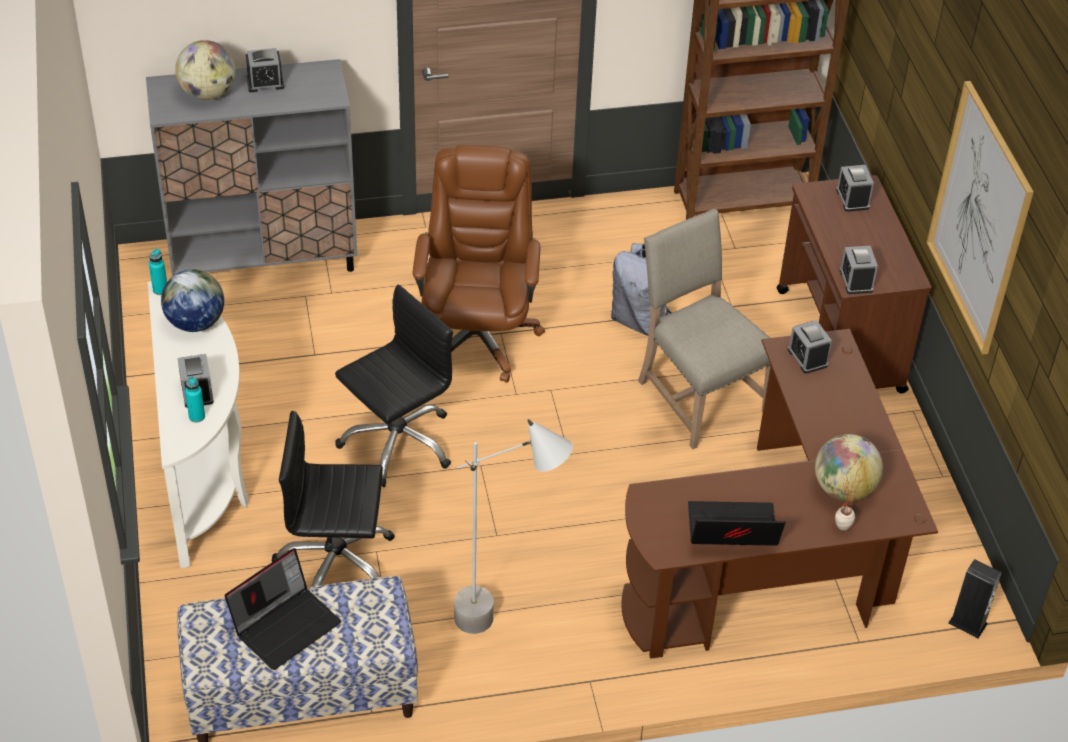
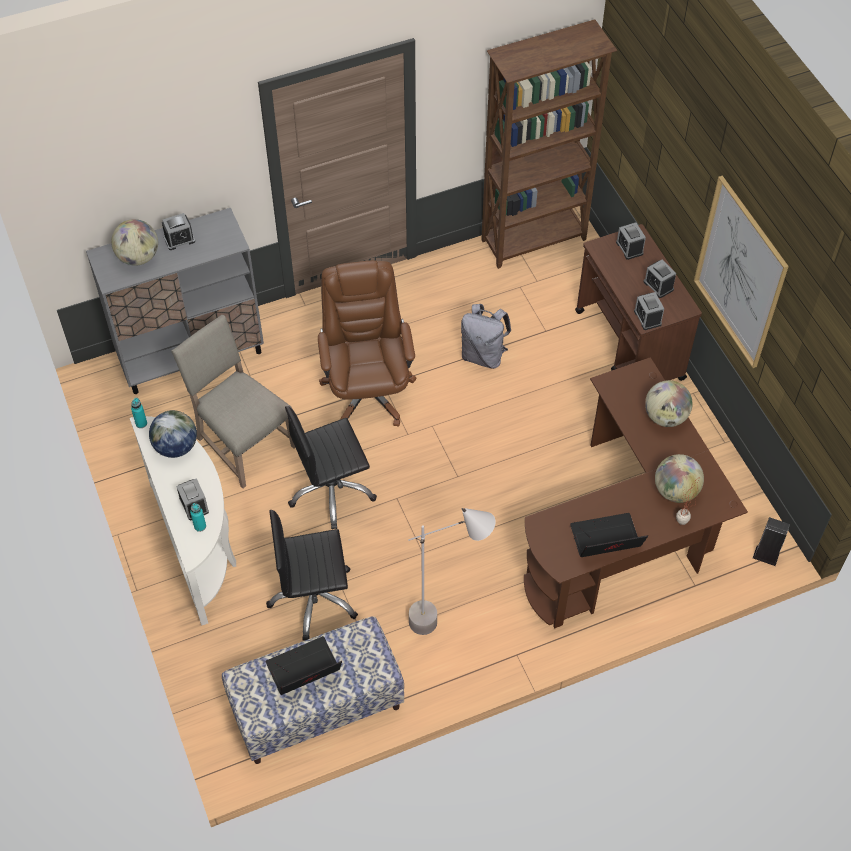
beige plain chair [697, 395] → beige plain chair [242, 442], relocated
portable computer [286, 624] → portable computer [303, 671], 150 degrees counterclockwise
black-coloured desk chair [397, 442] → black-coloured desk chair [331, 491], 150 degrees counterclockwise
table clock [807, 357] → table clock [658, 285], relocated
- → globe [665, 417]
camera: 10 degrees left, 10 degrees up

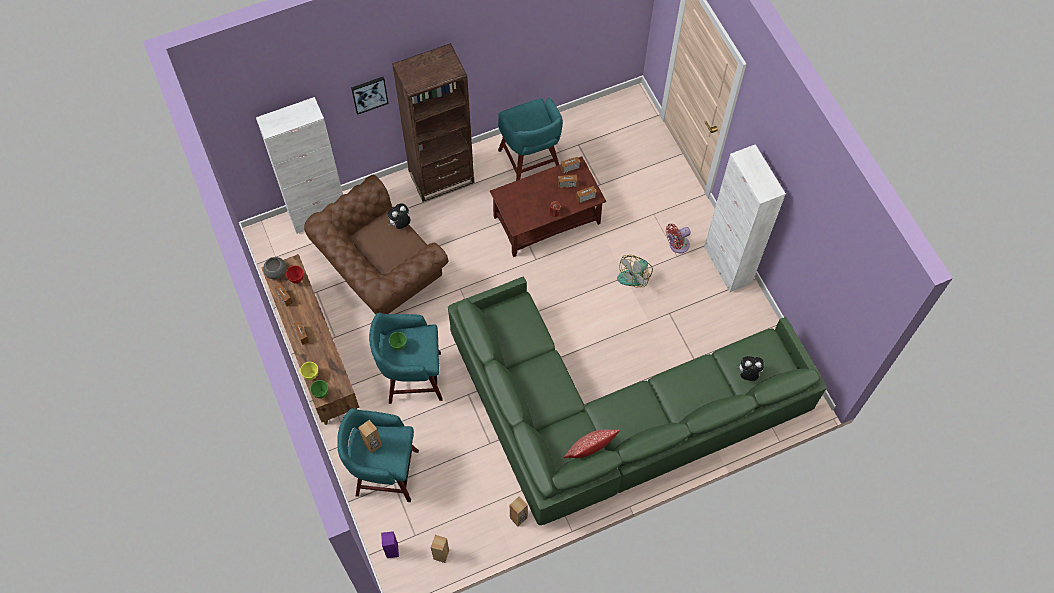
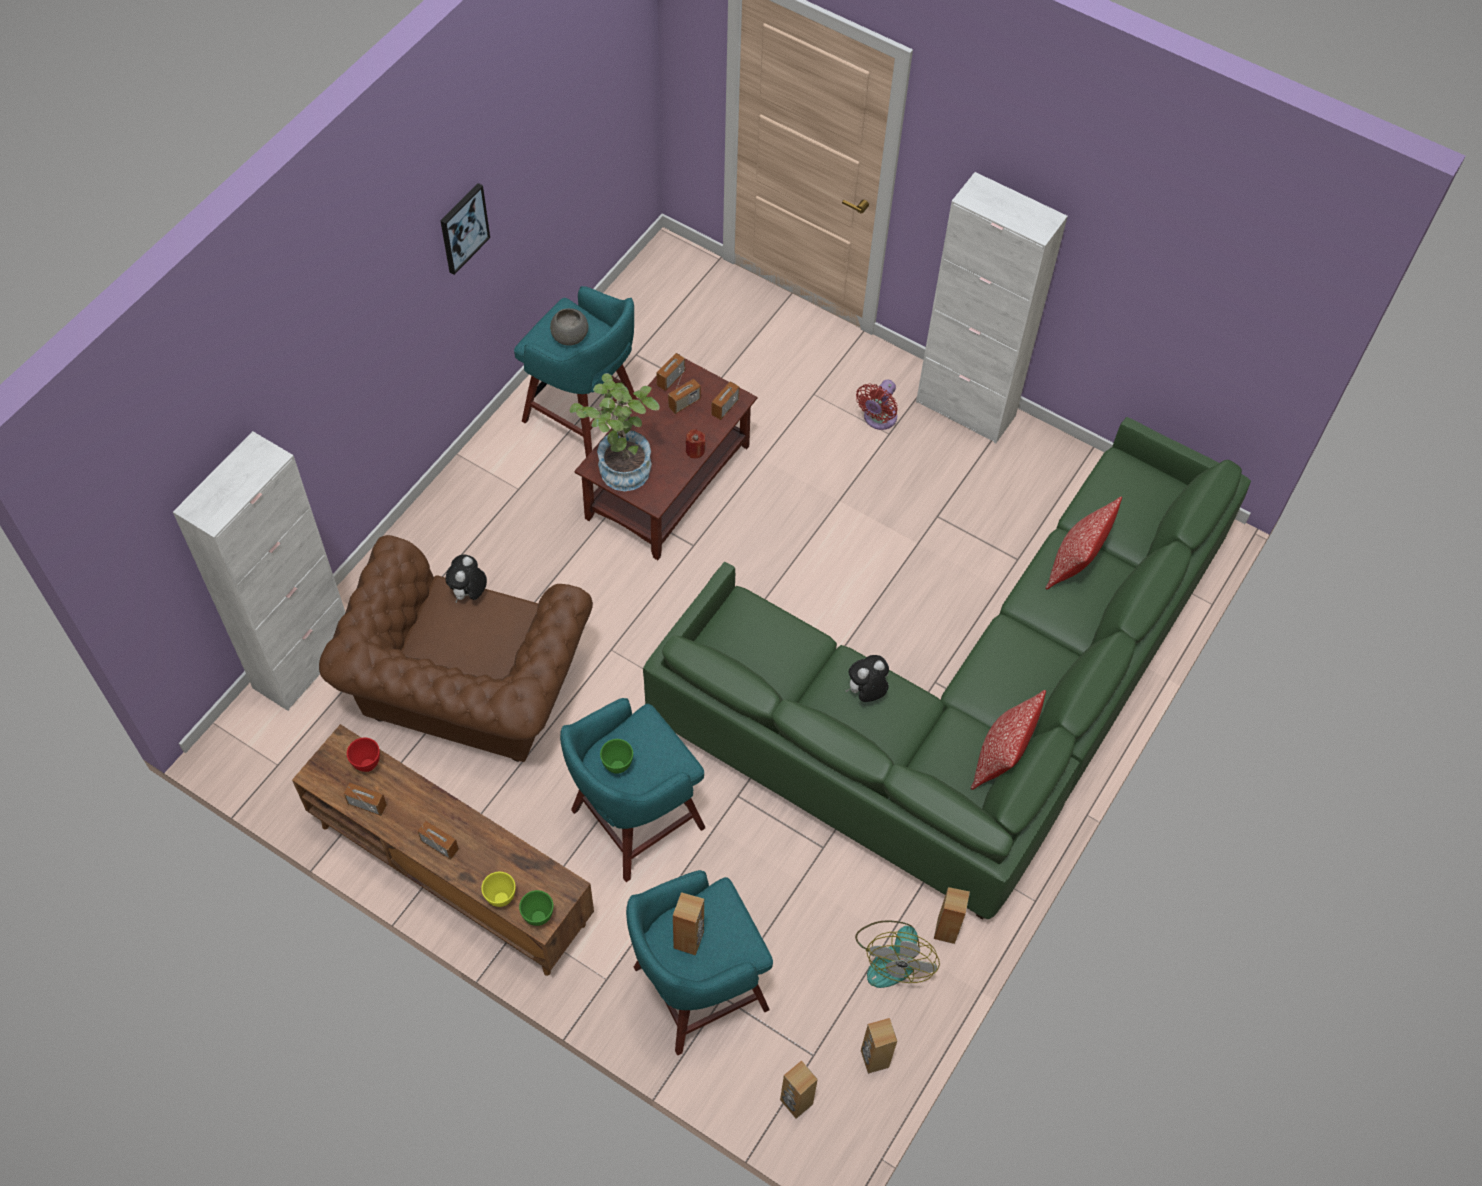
wall art [369, 94] → wall art [463, 228], relocated
greyish bowl [276, 272] → greyish bowl [569, 337], relocated
- → plant in a pot [620, 465]
purple-coloured audio speaker [392, 551] → brown-coloured audio speaker [796, 1102]
cuddly toy [748, 374] → cuddly toy [866, 692], relocated
cooling fan [635, 274] → cooling fan [893, 956], relocated
- → pillow [1075, 563]
brown-coloured shelving unit [441, 177] → -
camera: 35 degrees left, 5 degrees down

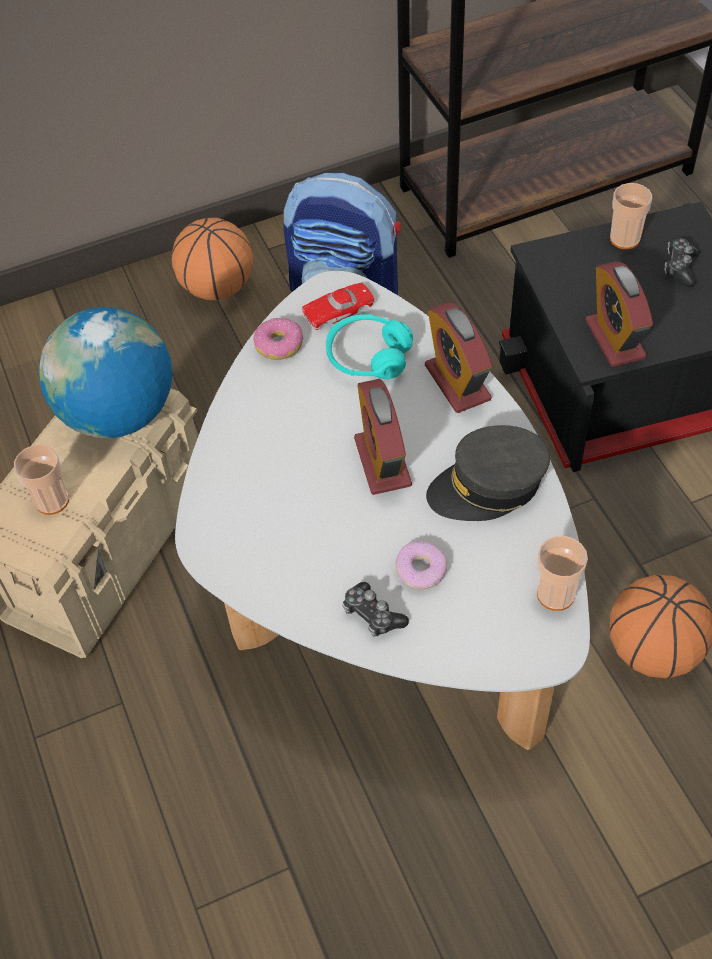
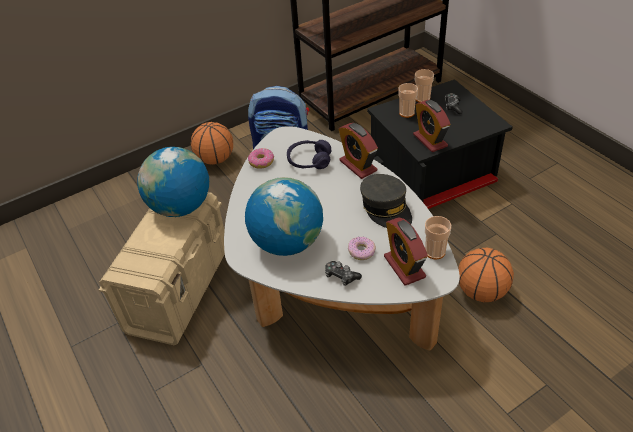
- → globe [287, 242]
blue-green headphones [368, 357] → purple-coloured headphones [309, 161]
greyish cap [488, 486] → greyish cap [386, 209], 90 degrees counterclockwise
table clock [382, 462] → table clock [404, 267], relocated
drinking cup [52, 500] → drinking cup [406, 113], relocated
reddish model car [338, 310] → -
camera: 10 degrees left, 10 degrees down

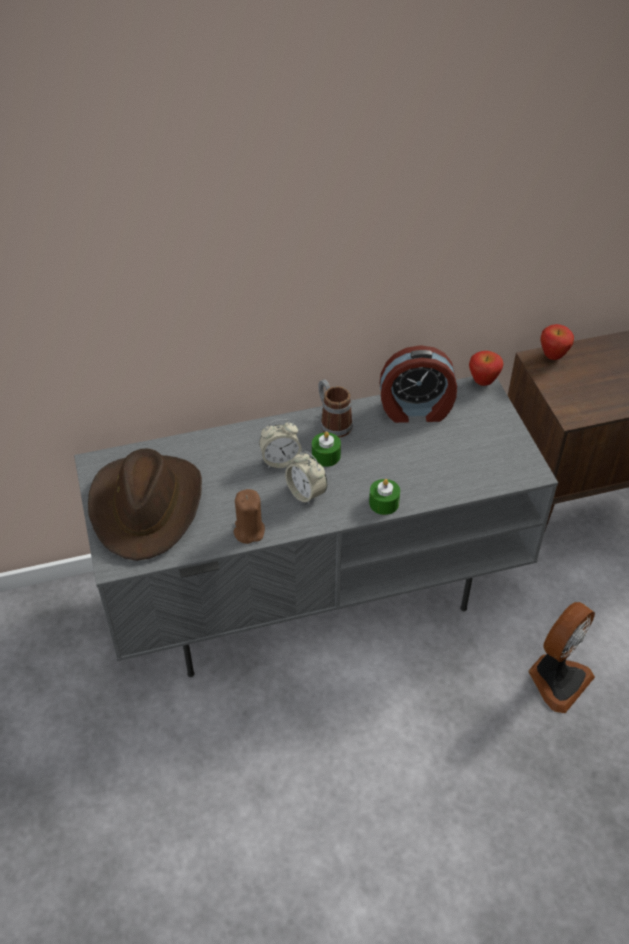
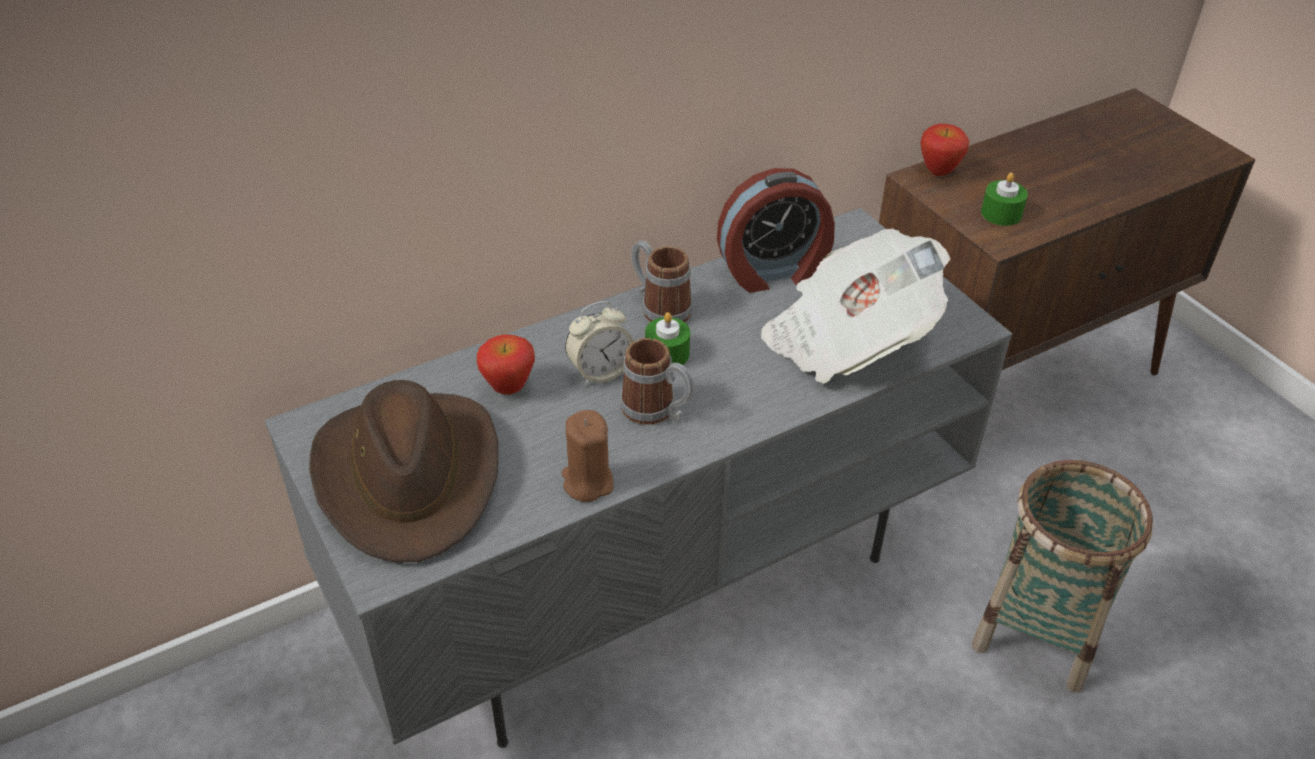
whole apple [483, 382] → whole apple [508, 388], relocated
table clock [306, 493] → mug [657, 411]
- → printed paper [848, 339]
cooling fan [557, 679] → basket [1038, 630]
green-coloured wax candle [384, 503] → green-coloured wax candle [1001, 213], relocated
camera: 15 degrees left, 5 degrees down

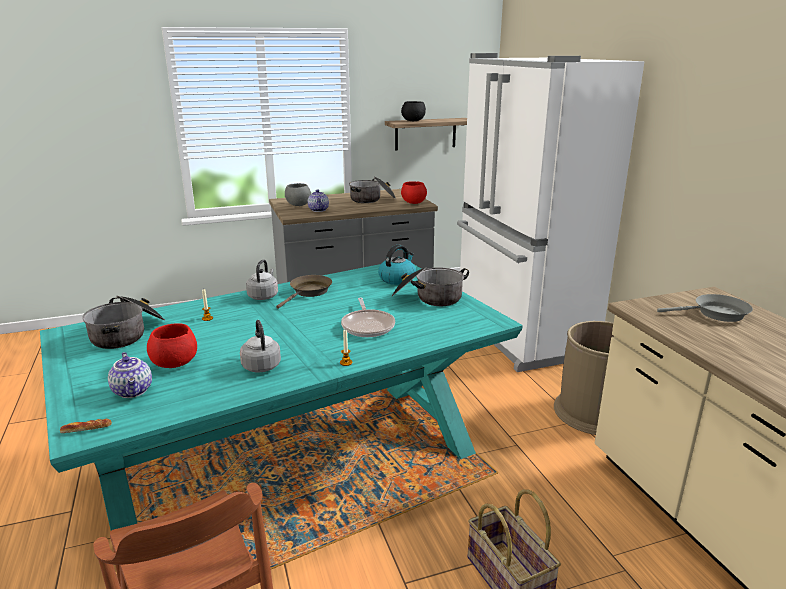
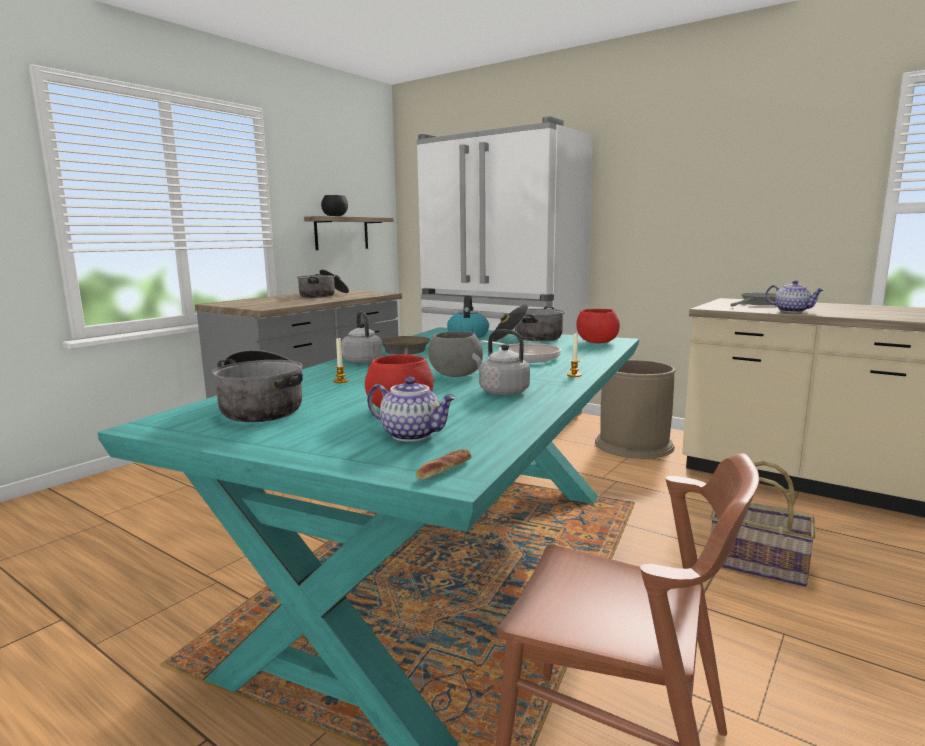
greyish bowl [298, 205] → greyish bowl [455, 375], relocated
reddish bowl [414, 202] → reddish bowl [597, 342], relocated
tea pot [319, 210] → tea pot [792, 311], relocated
camera: 35 degrees left, 10 degrees down

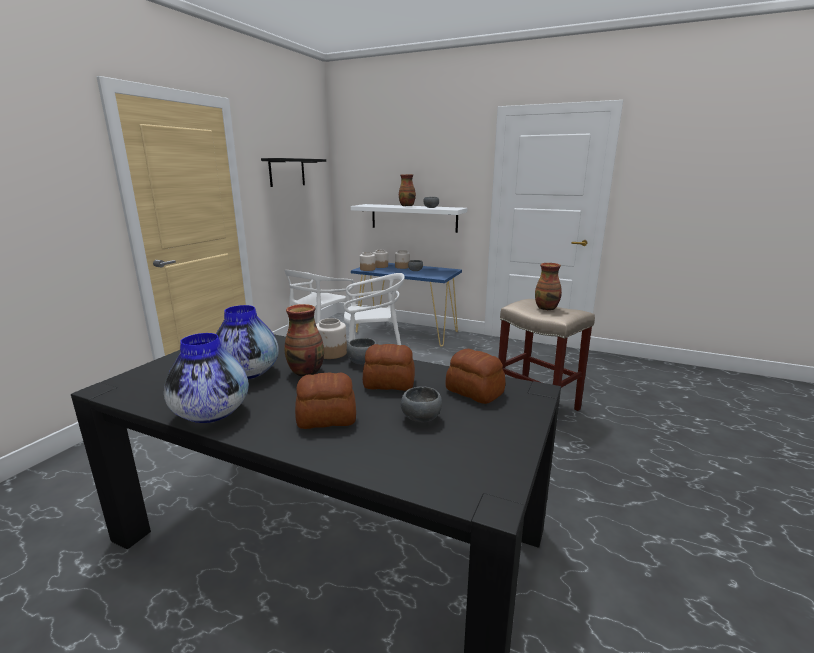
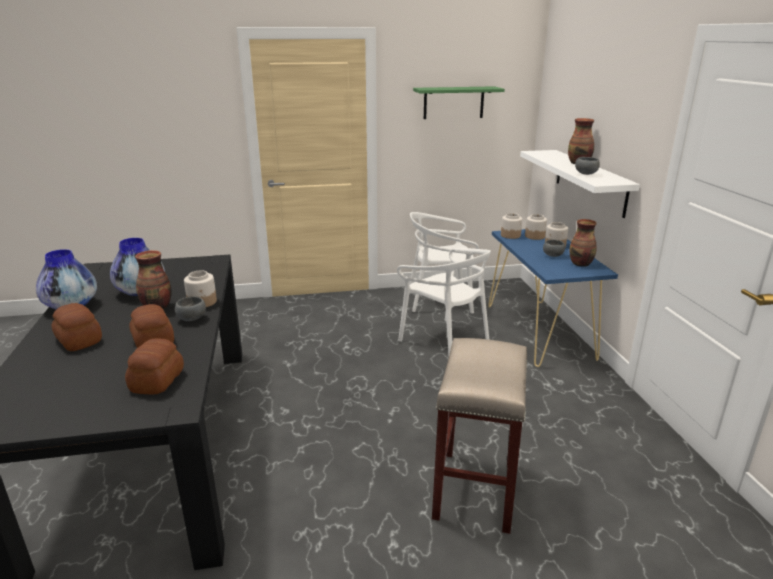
black-coloured bracket shelf [287, 172] → green-coloured bracket shelf [453, 102]
decorative vase [546, 308] → decorative vase [581, 264], relocated
greyish bowl [422, 418] → -
camera: 55 degrees right, 5 degrees up

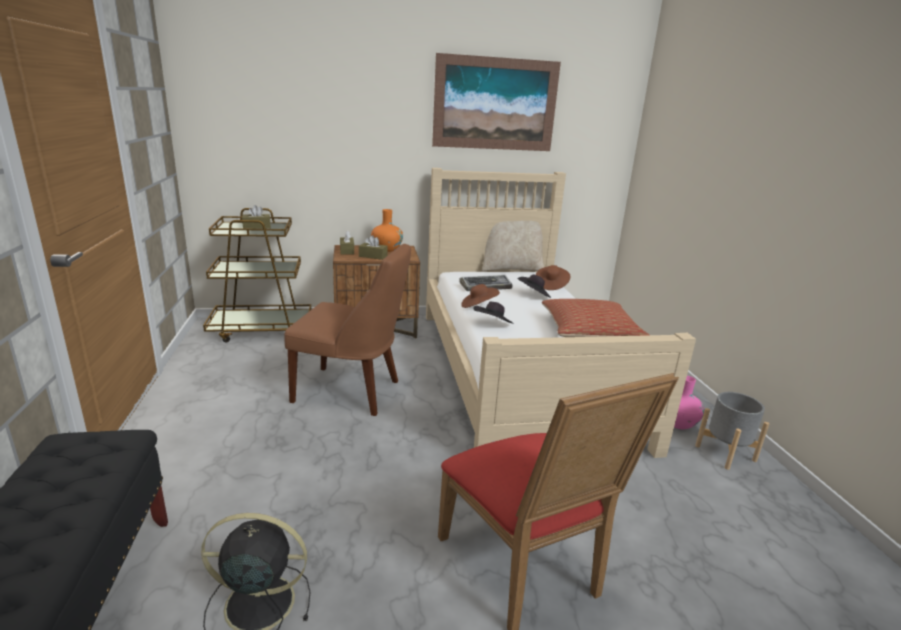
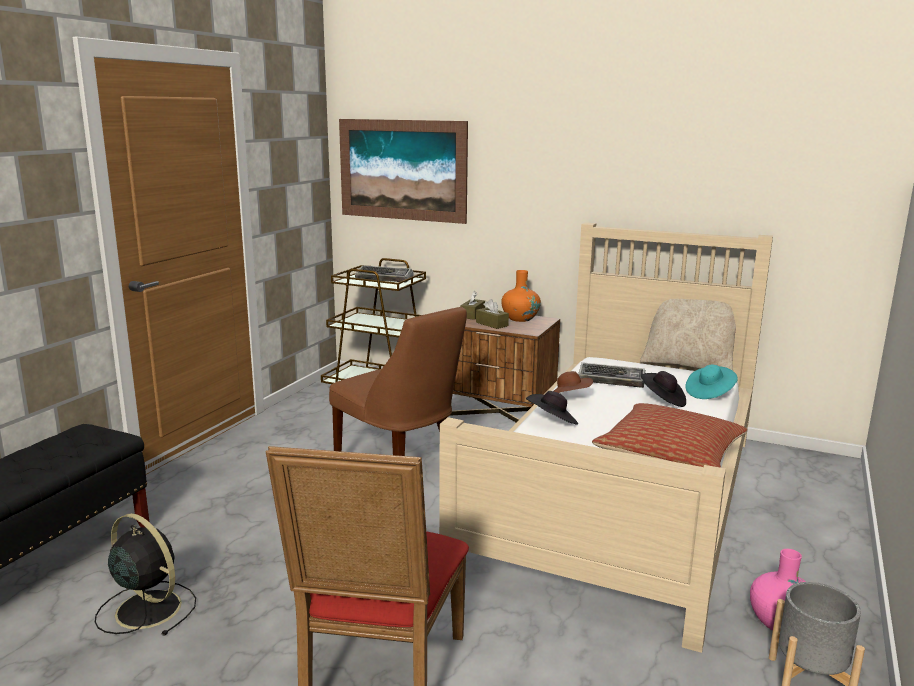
wall art [495, 104] → wall art [402, 170], relocated
brown-coloured tissue holder [257, 227] → computer keyboard [385, 278]
brown-coloured wearable hat [551, 285] → blue-green wearable hat [709, 393]
camera: 35 degrees right, 5 degrees down

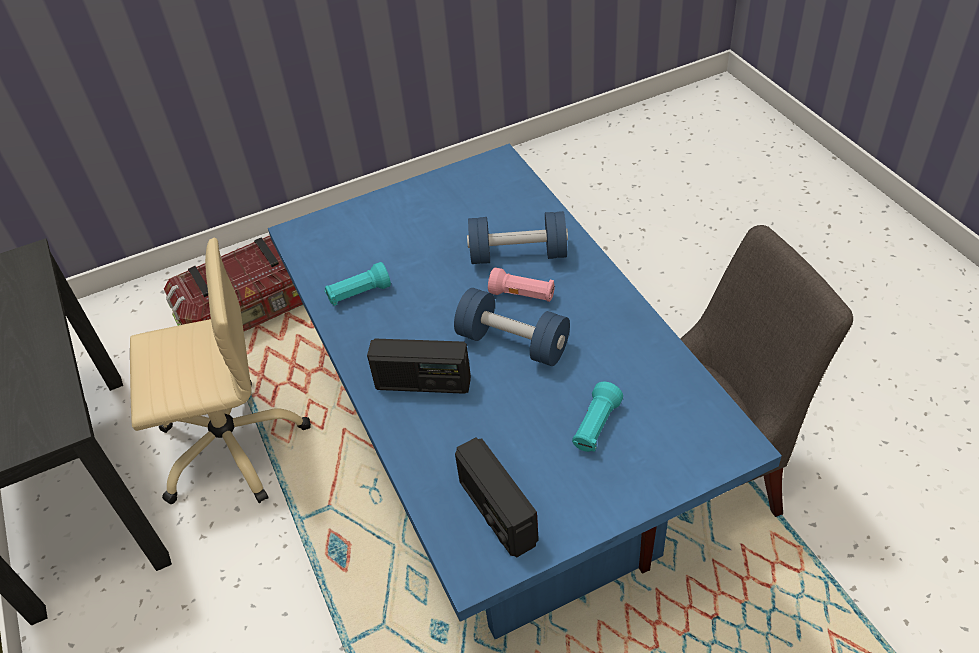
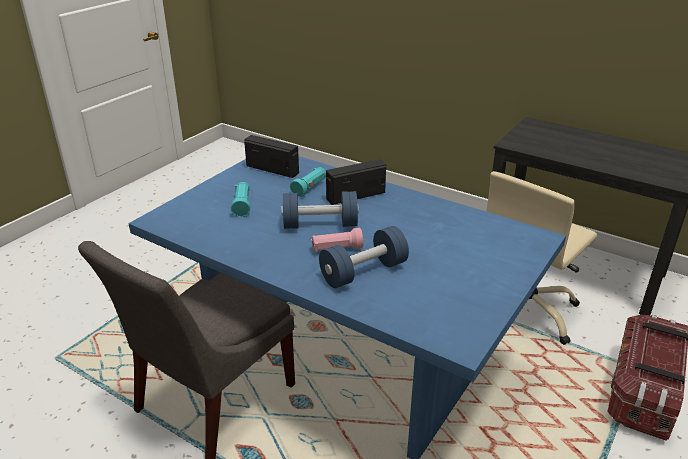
blue-green flashlight [359, 294] → blue-green flashlight [309, 188], relocated
camera: 145 degrees right, 15 degrees down

